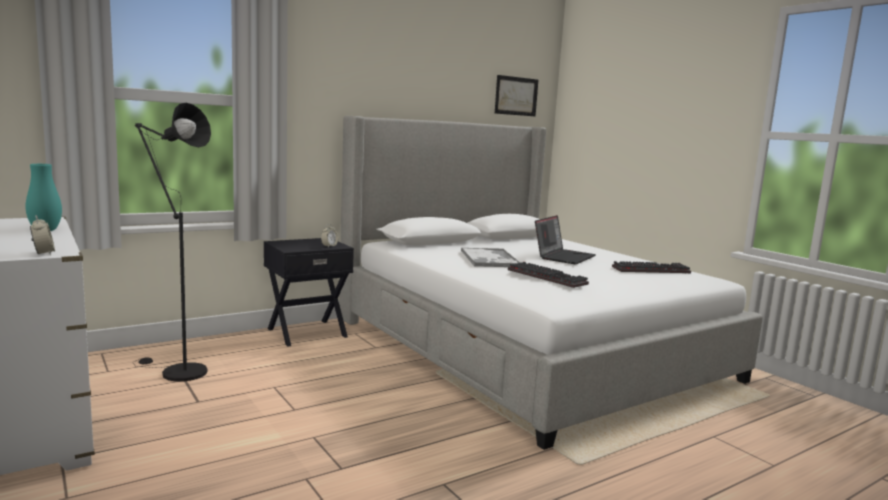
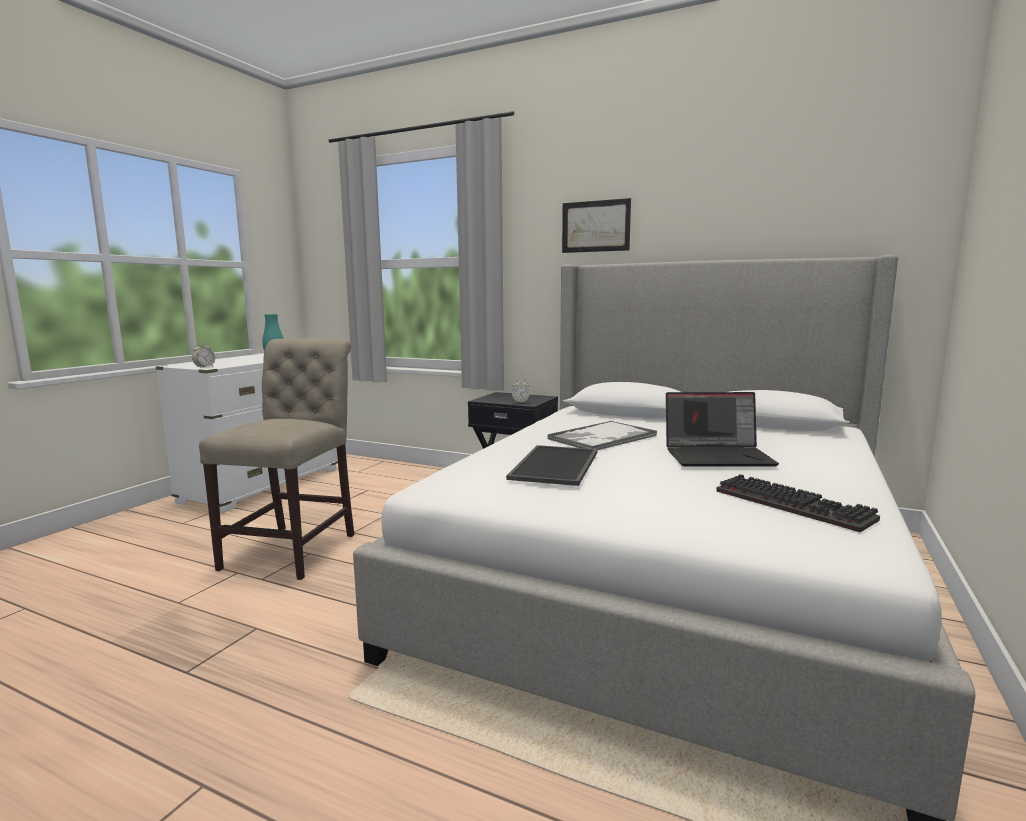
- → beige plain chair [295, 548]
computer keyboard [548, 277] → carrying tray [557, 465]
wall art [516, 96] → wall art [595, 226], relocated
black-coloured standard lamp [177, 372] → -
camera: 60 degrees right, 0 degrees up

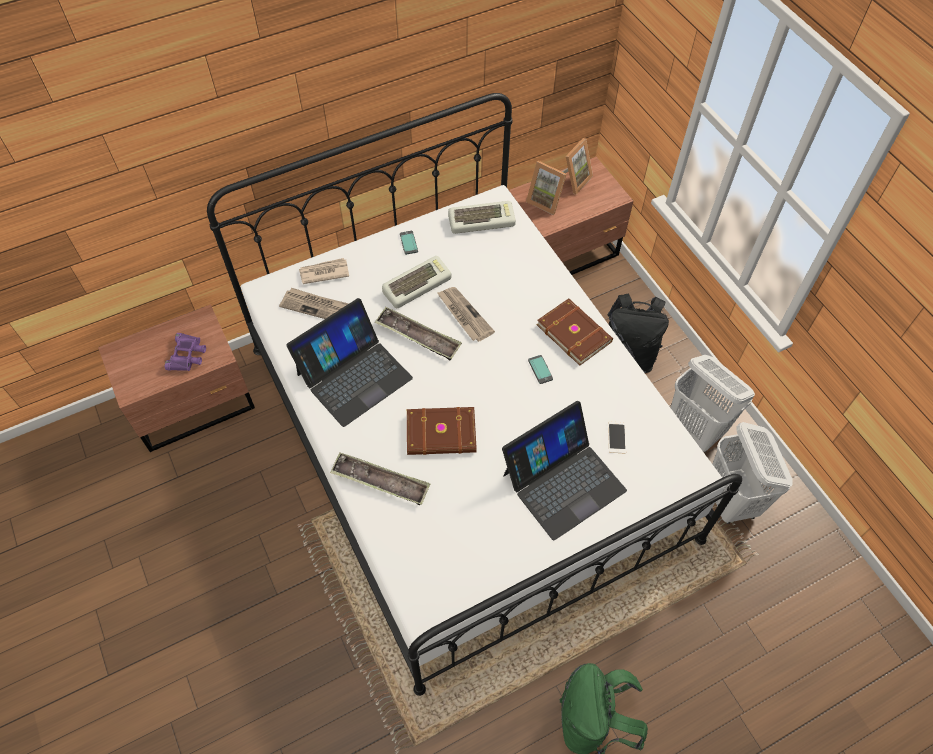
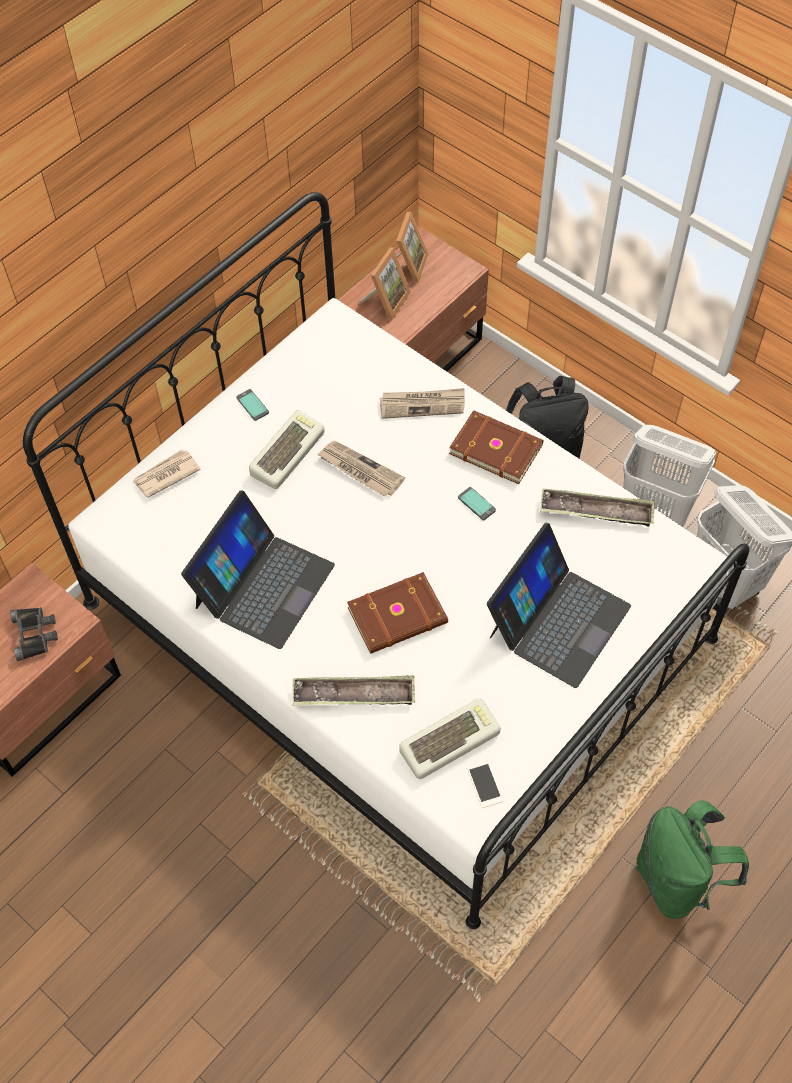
purple-coloured field glasses [187, 355] → black-coloured field glasses [35, 634]
standing frame [546, 200] → standing frame [386, 301], 75 degrees counterclockwise
printed paper [316, 306] → printed paper [422, 404], relocated
computer keyboard [482, 220] → computer keyboard [449, 739], relocated
phone [616, 437] → phone [484, 784], relocated
carrying tray [418, 337] → carrying tray [596, 511], relocated
camera: 20 degrees left, 0 degrees up

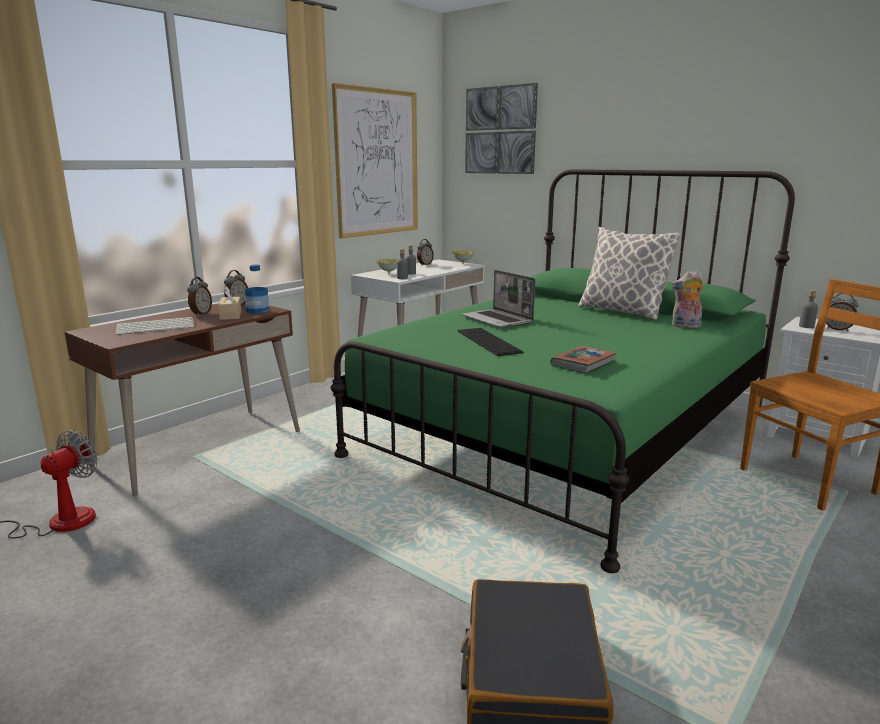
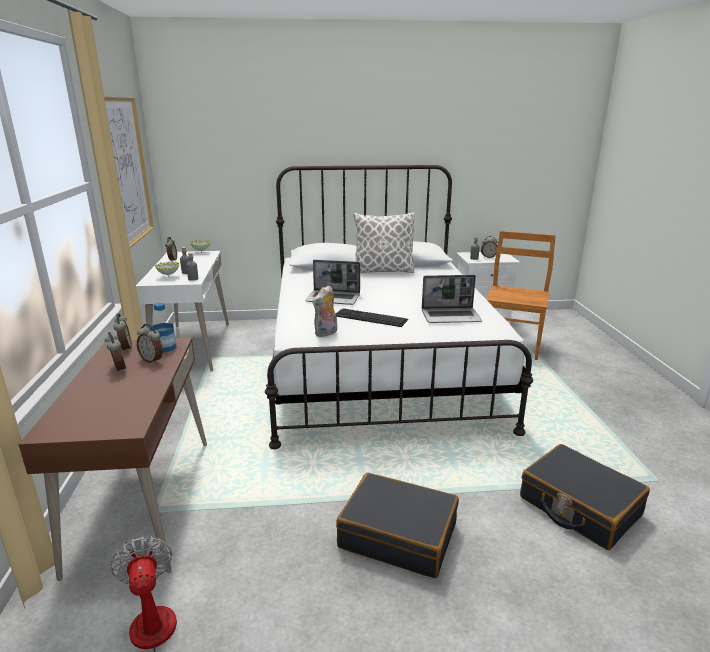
beige tissue holder [230, 315] → table clock [152, 360]
green-coloured bed [565, 433] → whitish bed [378, 365]
cuddly toy [685, 326] → cuddly toy [326, 333], relocated
- → black-coloured suitcase [398, 535]
bound book [583, 364] → portable computer [451, 316]
computer keyboard [157, 327] → -
wall art [500, 130] → -
camera: 45 degrees left, 5 degrees up

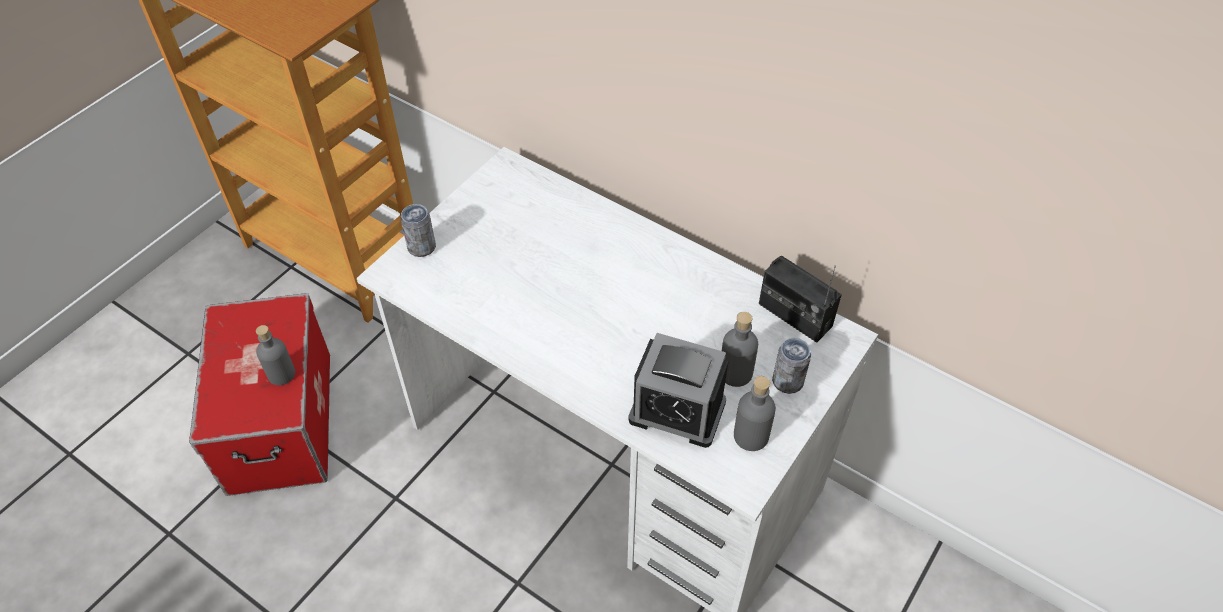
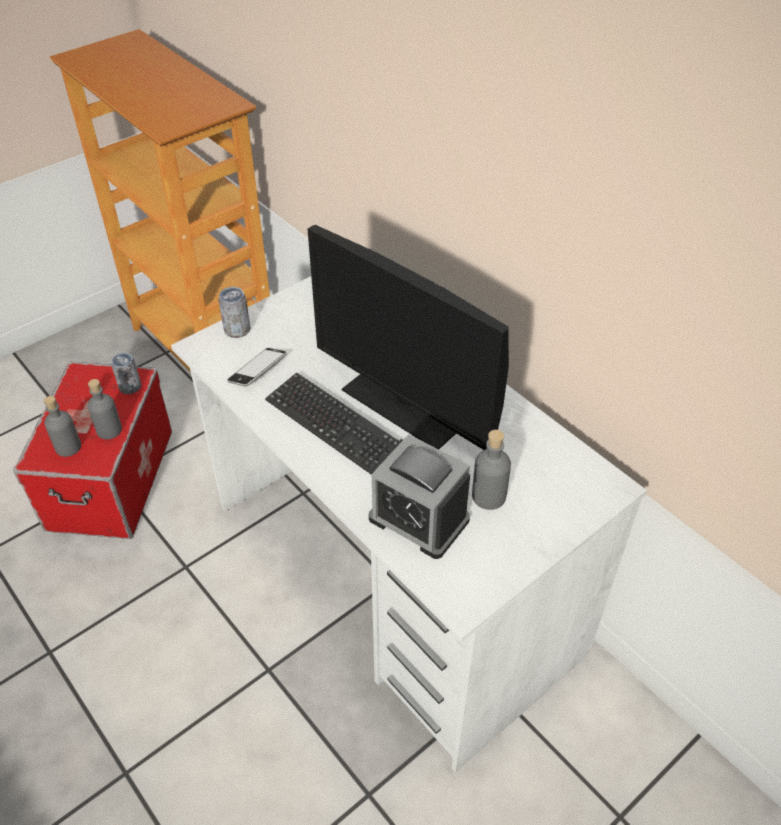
greyish beverage bottle [751, 436] → greyish beverage bottle [68, 447], relocated
sealed can [787, 381] → sealed can [130, 387], relocated
- → phone [258, 371]
- → computer keyboard [332, 424]
- → monitor [406, 404]
radio set [794, 315] → -
camera: 15 degrees right, 5 degrees down

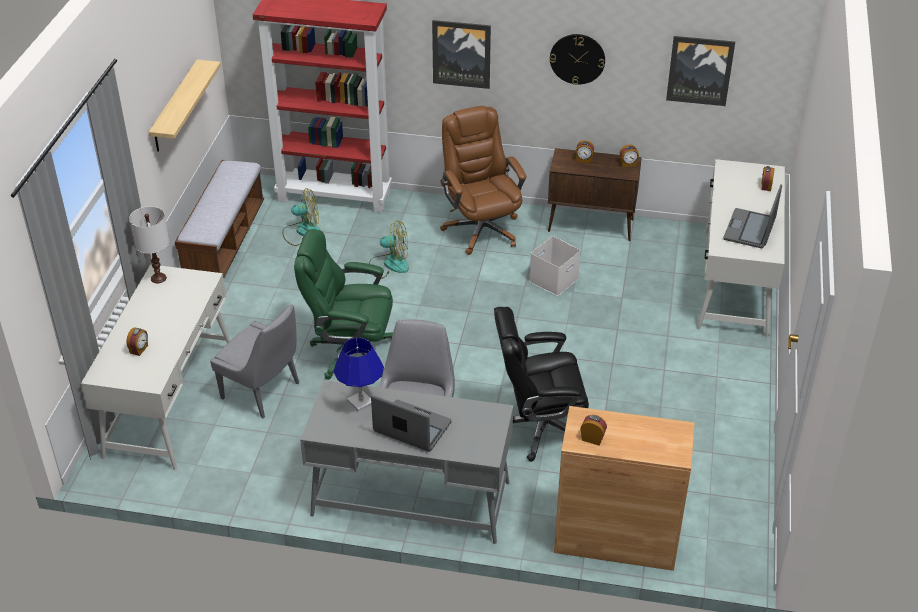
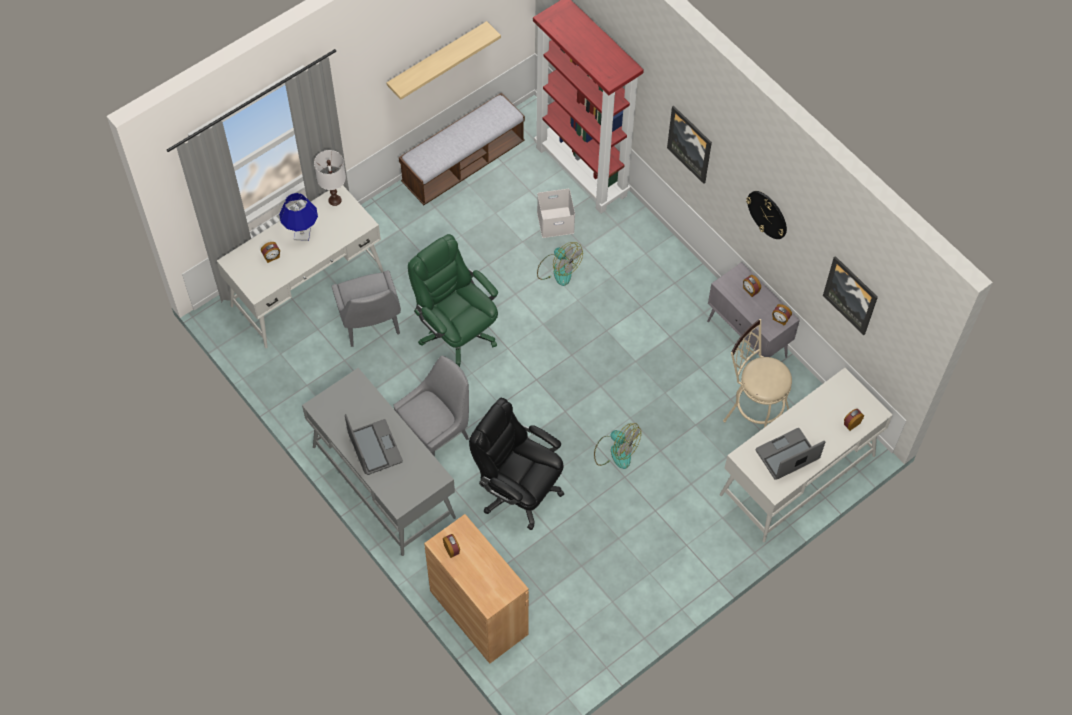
blue table lamp [360, 402] → blue table lamp [302, 234], relocated
whitish storage box [553, 279] → whitish storage box [556, 221], relocated
cooling fan [302, 232] → cooling fan [615, 451], relocated
brown-coloured cabinet [591, 225] → greyish cabinet [747, 339]
- → beige stool [752, 414]
brown-coloured desk chair [481, 229] → -
camera: 40 degrees right, 20 degrees up

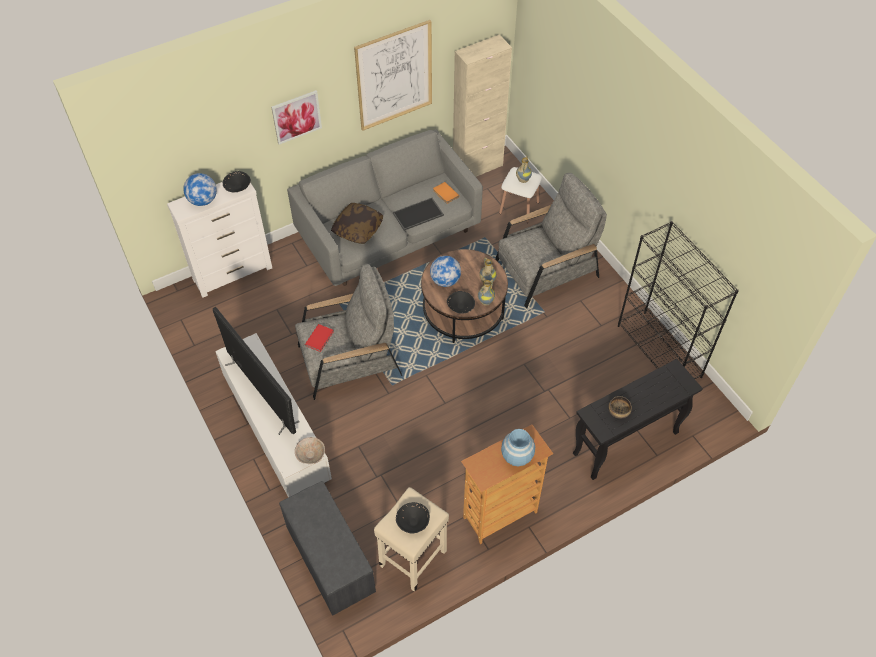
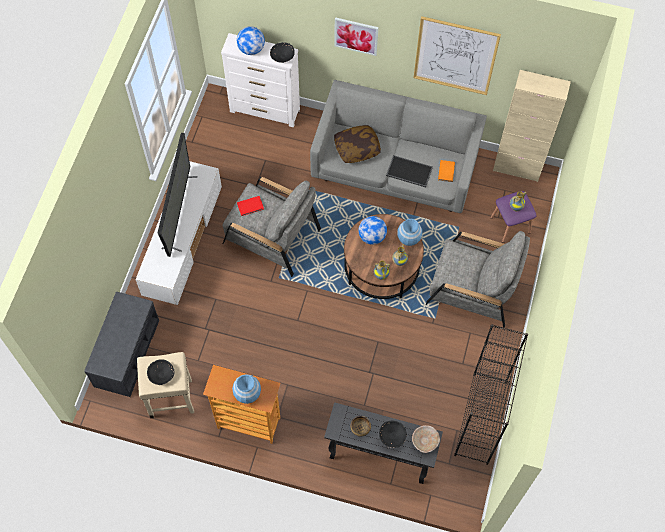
black-coloured bowl [461, 307] → black-coloured bowl [392, 436], relocated
- → blue decorative vase [409, 238]
beige bowl [310, 454] → beige bowl [425, 440], relocated
whitish stool [519, 207] → purple-coloured stool [510, 225]
camera: 45 degrees right, 10 degrees up

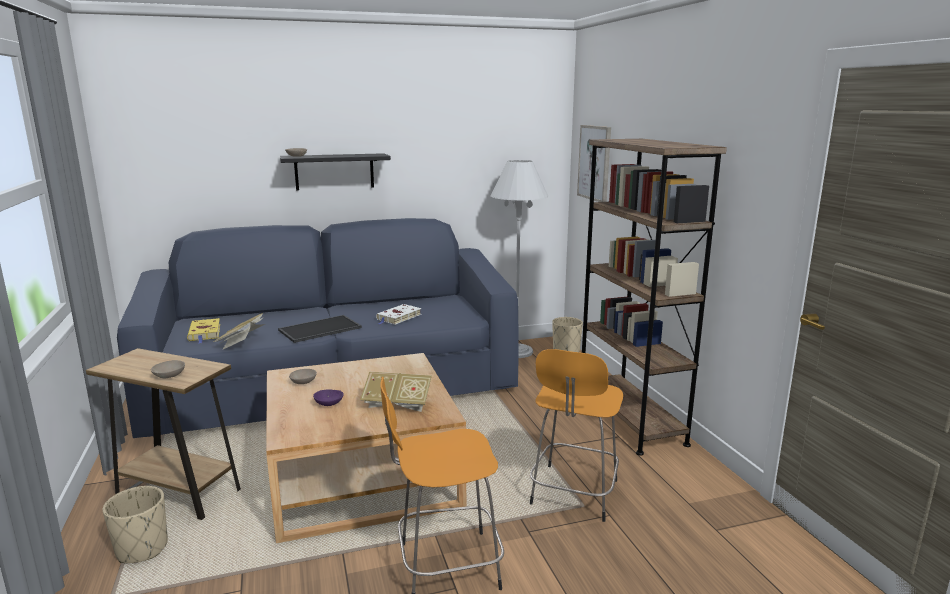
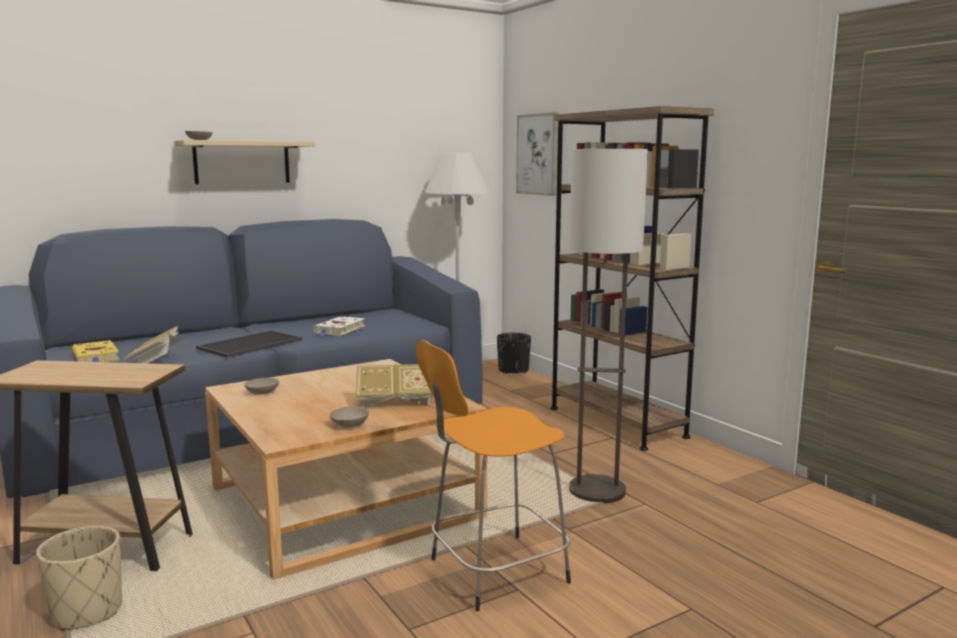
black-coloured bracket shelf [334, 171] → beige bracket shelf [242, 162]
beige bowl [170, 375] → beige bowl [351, 424], relocated
beige planter [566, 350] → black-coloured planter [513, 370]
orangey stool [573, 494] → standard lamp [596, 491]
purple-coloured bowl [328, 403] → -
camera: 15 degrees left, 5 degrees down

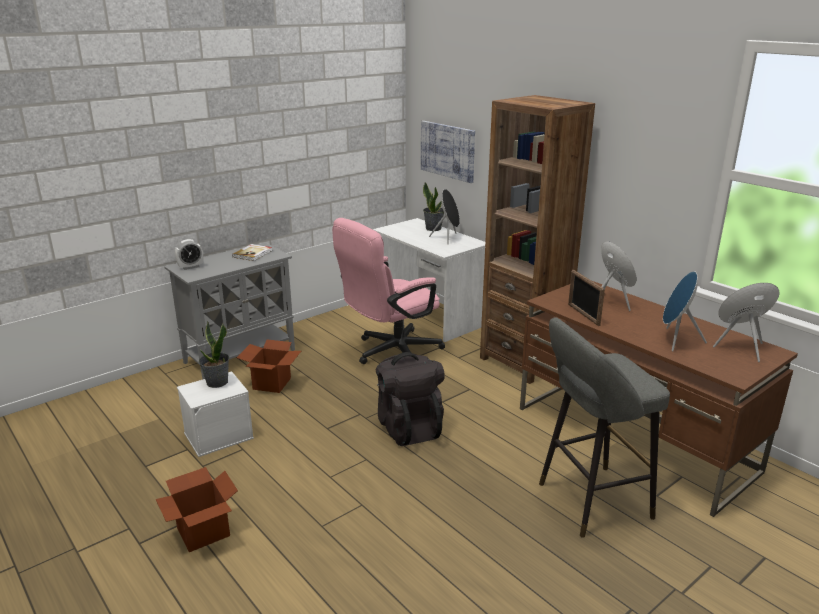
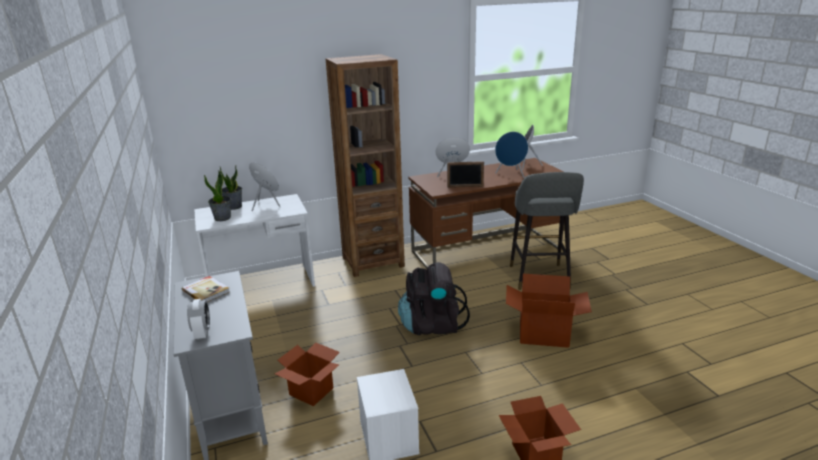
plant in a pot [217, 382] → plant in a pot [222, 218], relocated
- → carton [543, 333]
pink desk chair [390, 352] → -
wall art [448, 150] → -
camera: 70 degrees left, 0 degrees up

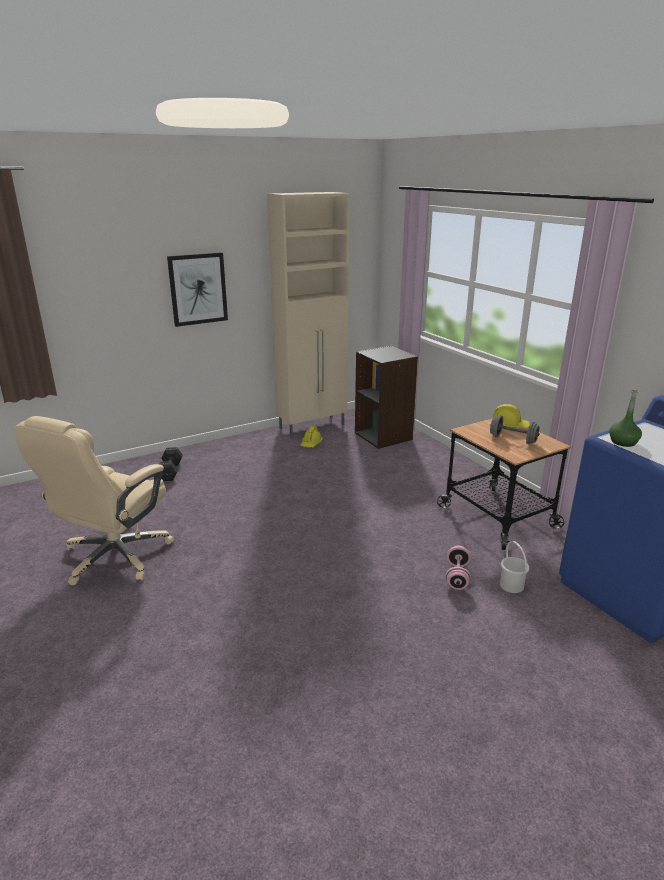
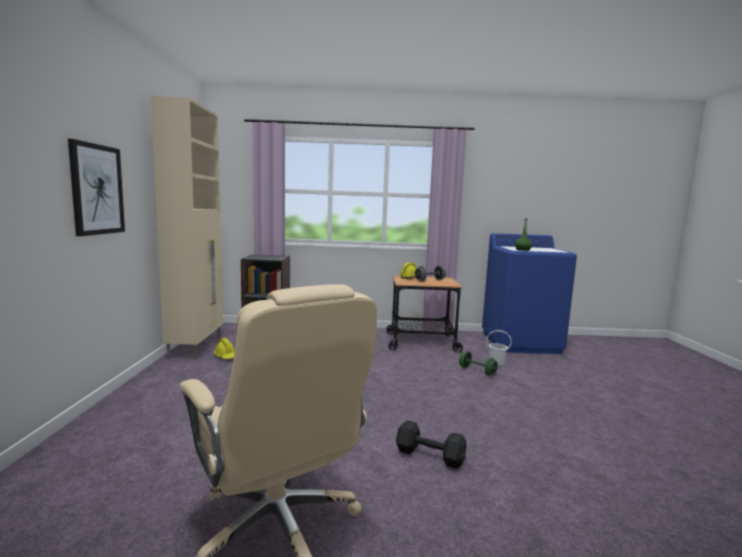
black-coloured free weight [171, 471] → black-coloured free weight [428, 455], relocated
pink free weight [457, 576] → green-coloured free weight [477, 371]
camera: 60 degrees left, 15 degrees down

